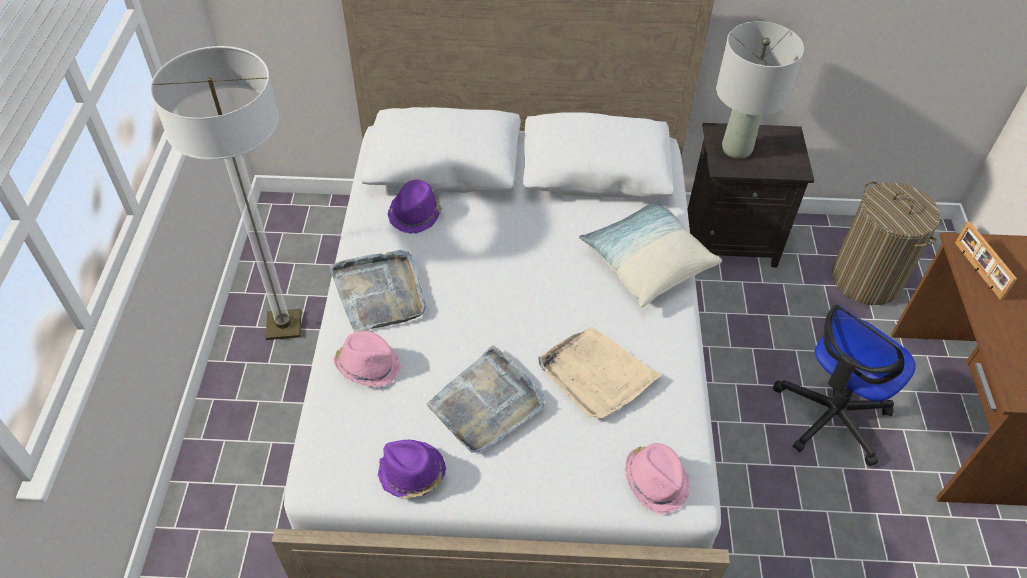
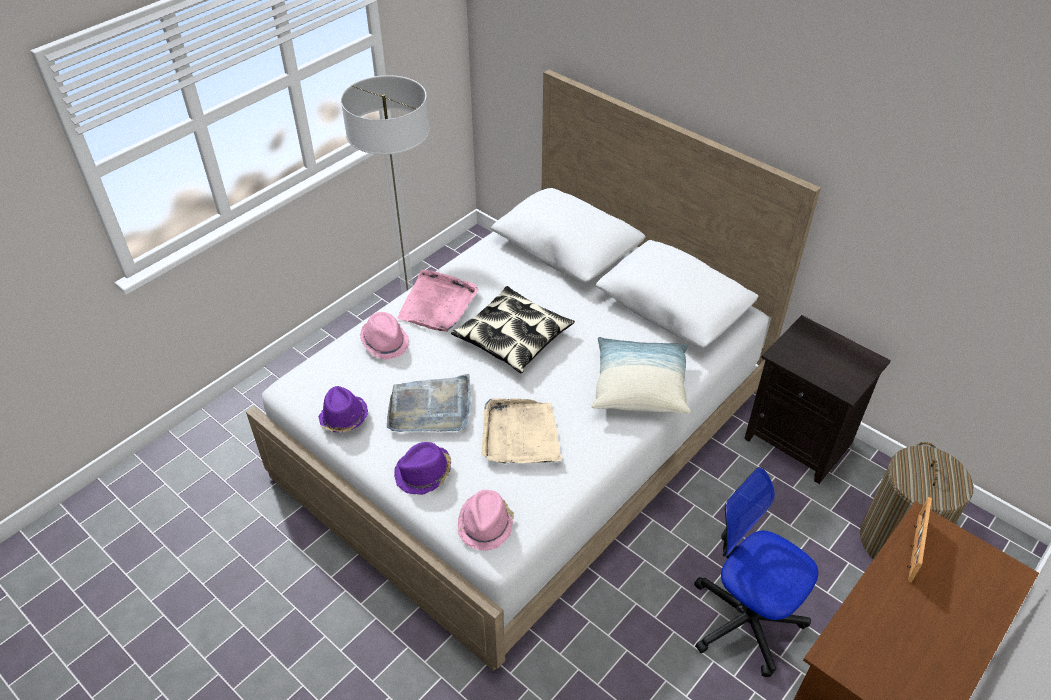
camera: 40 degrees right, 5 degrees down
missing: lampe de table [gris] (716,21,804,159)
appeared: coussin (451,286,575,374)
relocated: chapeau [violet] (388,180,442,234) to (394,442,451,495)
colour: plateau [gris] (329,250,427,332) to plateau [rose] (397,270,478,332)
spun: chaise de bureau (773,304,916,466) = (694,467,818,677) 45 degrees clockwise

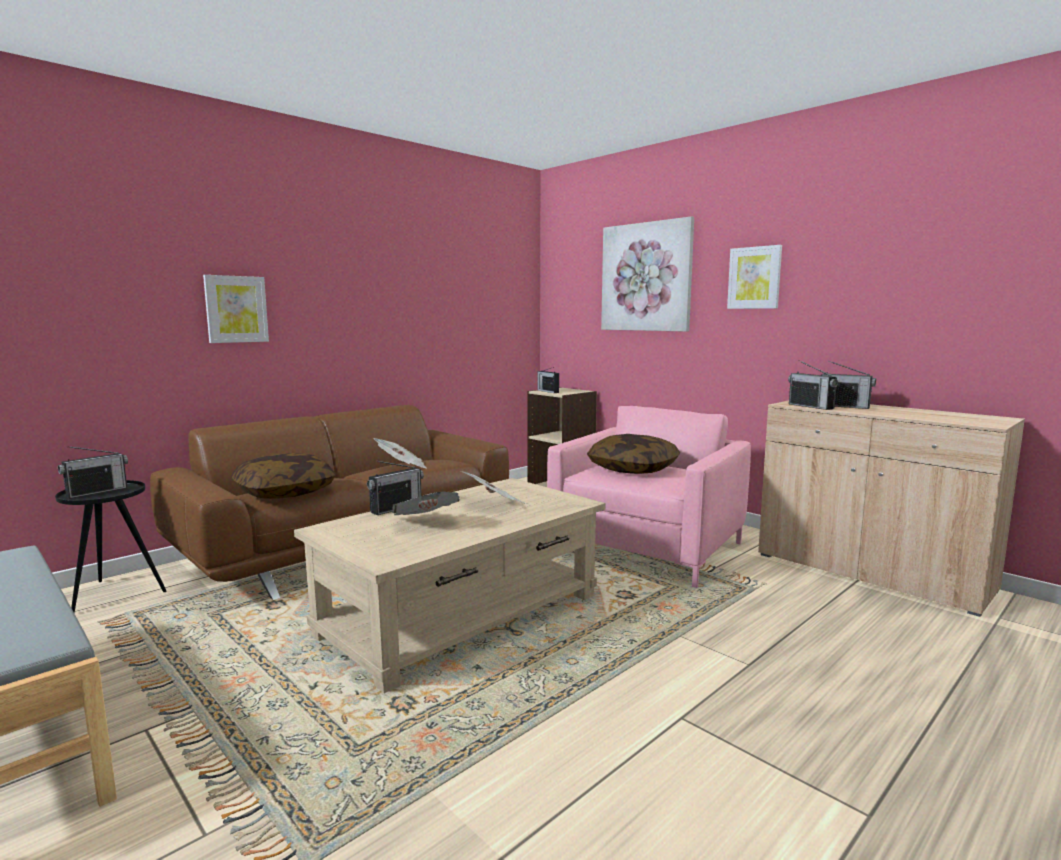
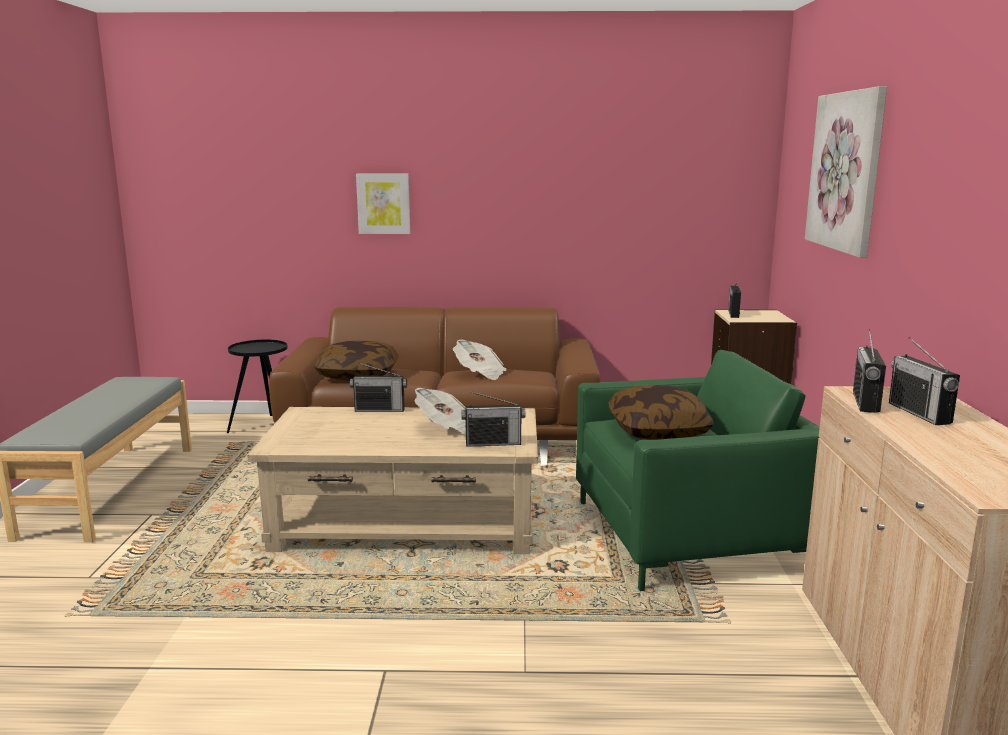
camera: 45 degrees right, 5 degrees up
missing: journal (392,492,460,515); tableau (727,245,782,309)
relocated: radio (58,446,128,499) to (461,391,525,447)
colour: fauteuil [rose] (547,406,751,588) to fauteuil [vert] (576,350,820,591)

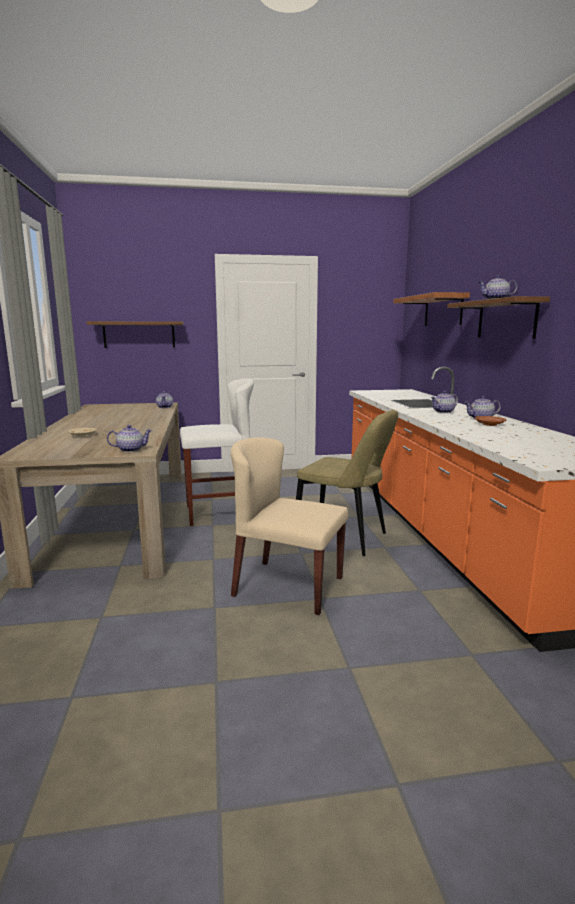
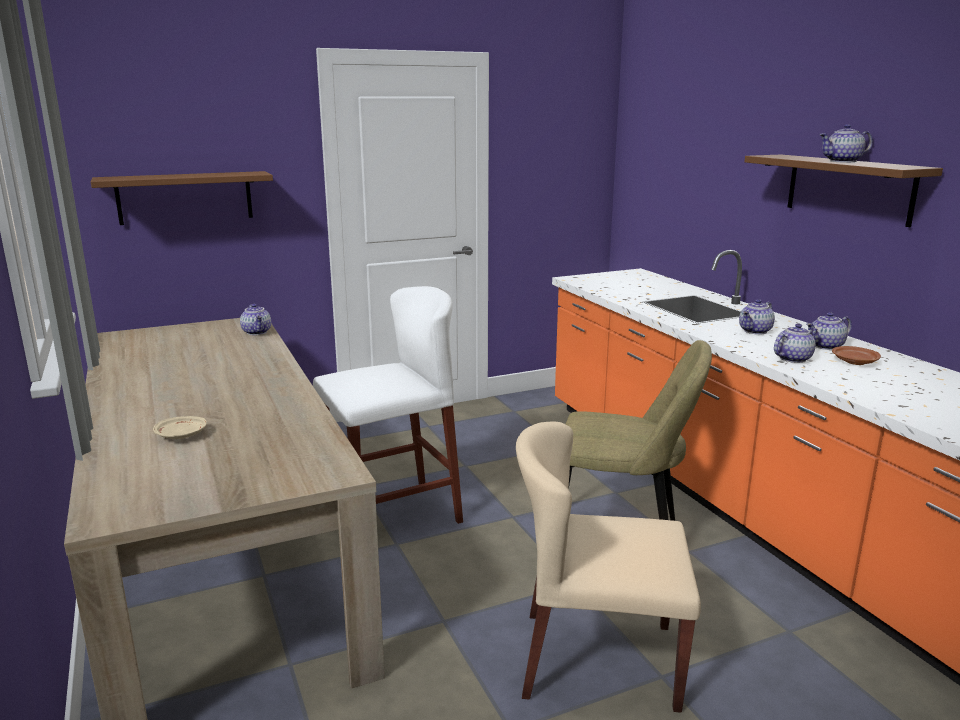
camera: 15 degrees left, 5 degrees up
missing: étagère (393,292,470,326)
relocated: théière (107,425,152,452) to (774,323,817,363)

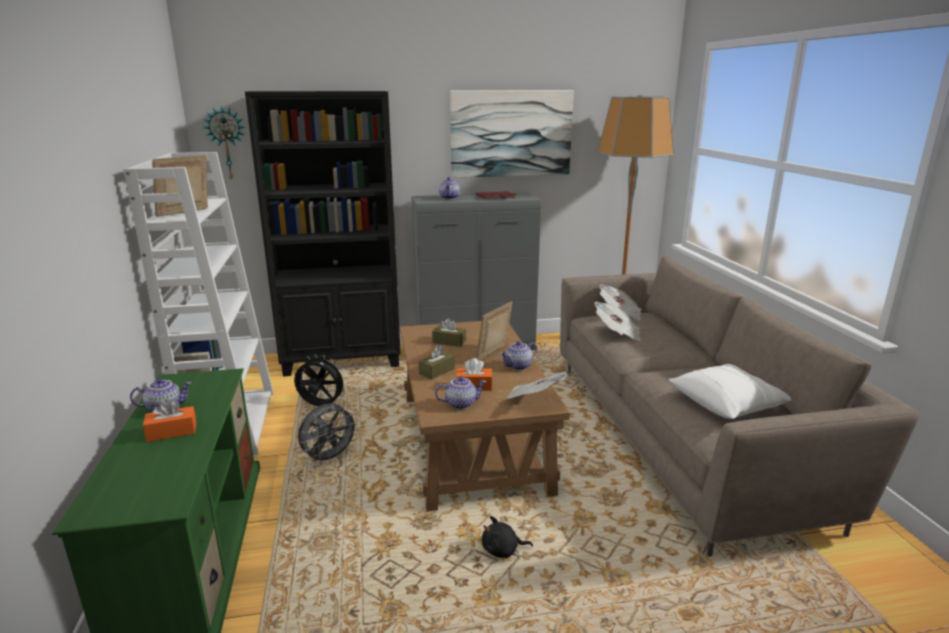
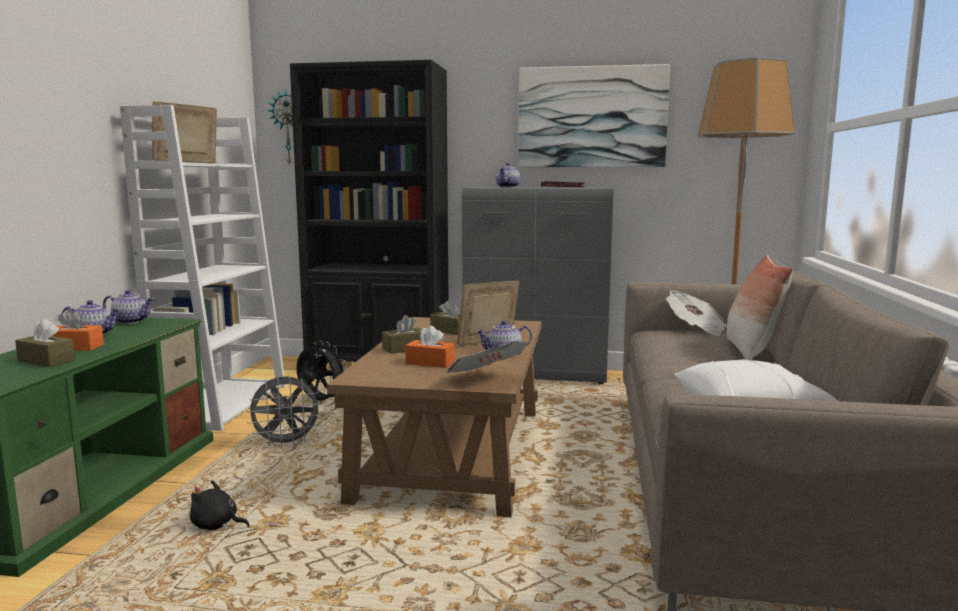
camera: 20 degrees right, 10 degrees down
missing: journal (594,302,641,341)
appeared: boîte à mouchoirs [marron] (15,318,75,367); coussin (727,255,793,360)
relocated: théière (435,376,486,409) to (103,290,154,324); peluche [noir] (482,516,533,558) to (190,480,250,530)

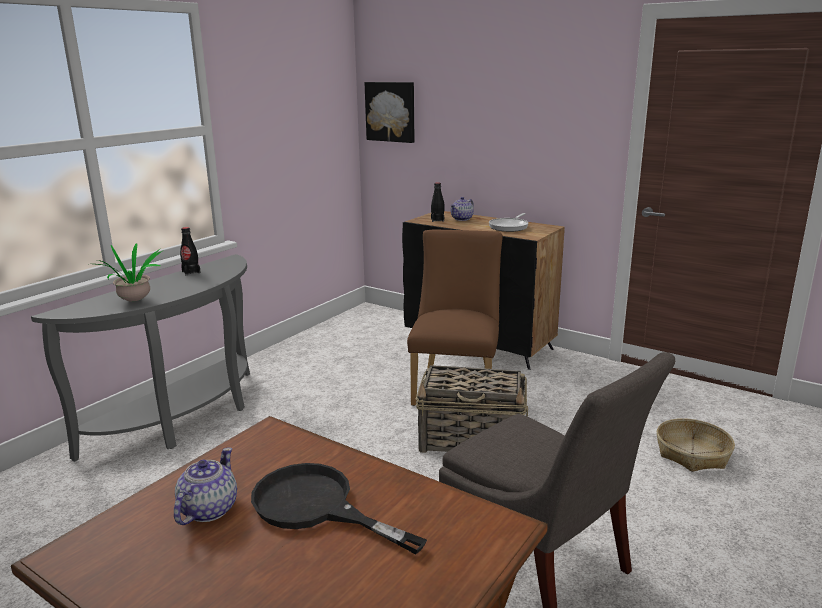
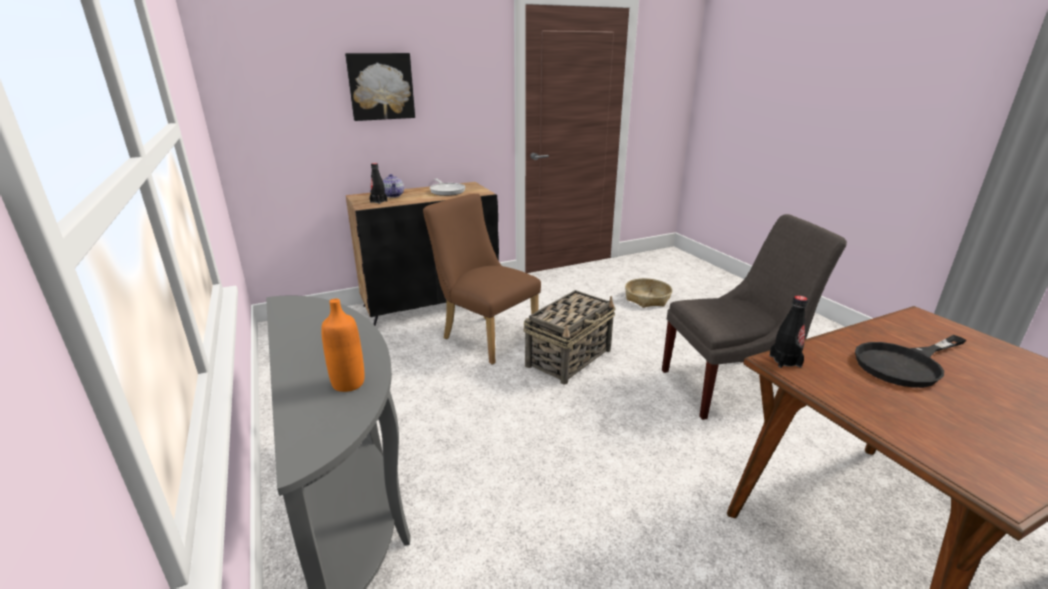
camera: 60 degrees left, 5 degrees up
missing: théière (174,447,237,525)
relocated: tableau (365,82,415,143) to (345,53,415,121); bouteille [noir] (180,227,201,275) to (769,295,808,368)
exchanged: plante en pot (97,243,162,302) to bouteille [orange] (321,299,365,392)

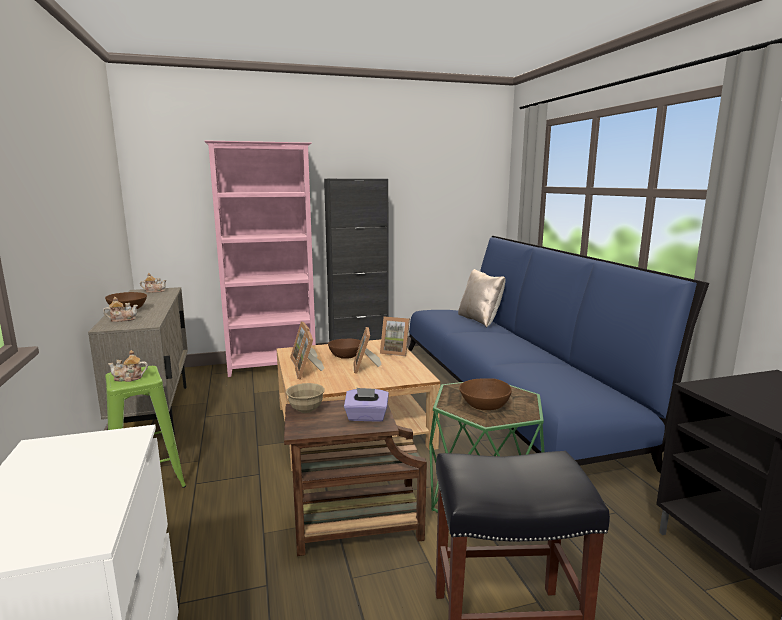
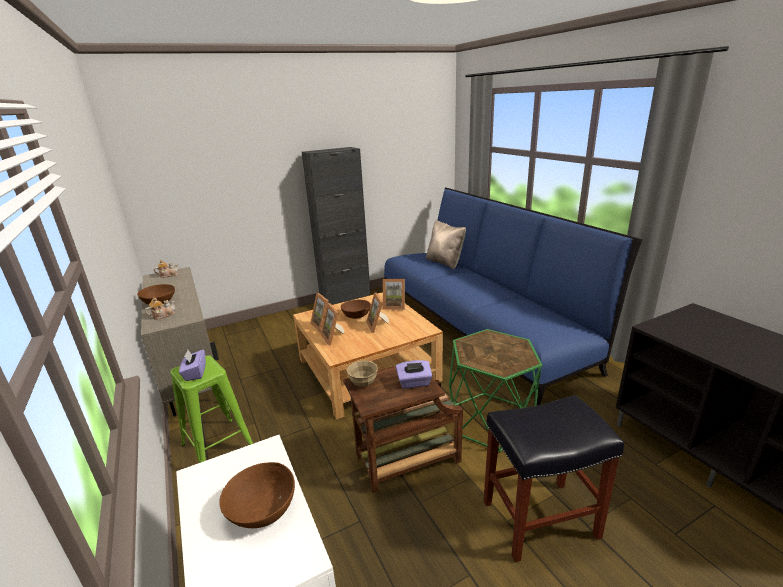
camera: 10 degrees left, 10 degrees up
missing: bibliothèque [rose] (204,140,316,377)
relocated: bol [marron] (459,378,512,410) to (219,462,295,528)
exchanged: théière (108,350,148,382) to boîte à mouchoirs [violet] (179,350,206,381)

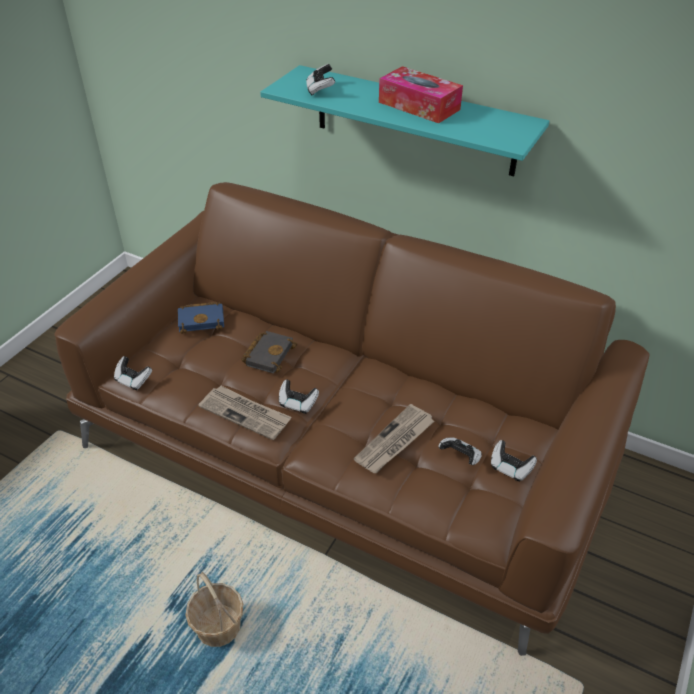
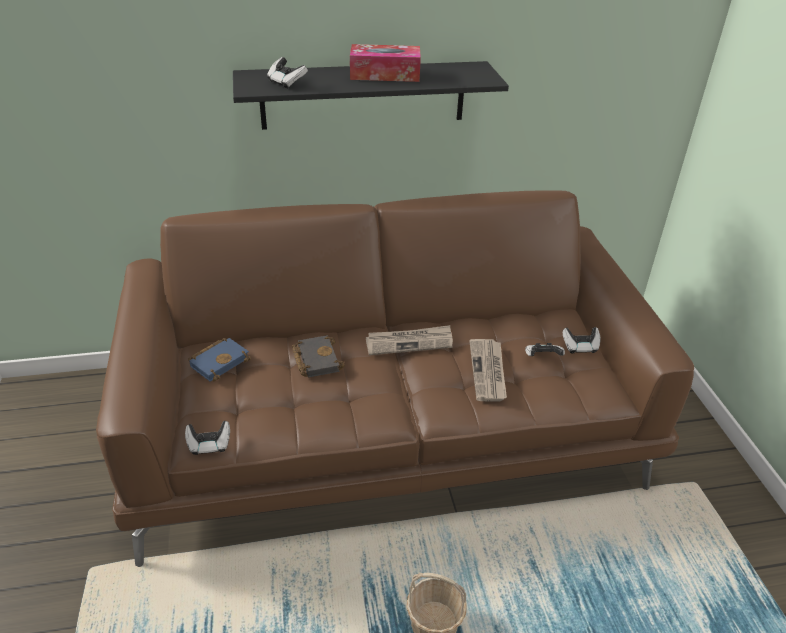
camera: 40 degrees left, 5 degrees down
missing: manette (279,380,319,414)
relocated: journal (198,386,291,440) to (366,325,453,355)
colour: étagère [turquoise] (260,65,549,176) to étagère [noir] (233,61,509,130)

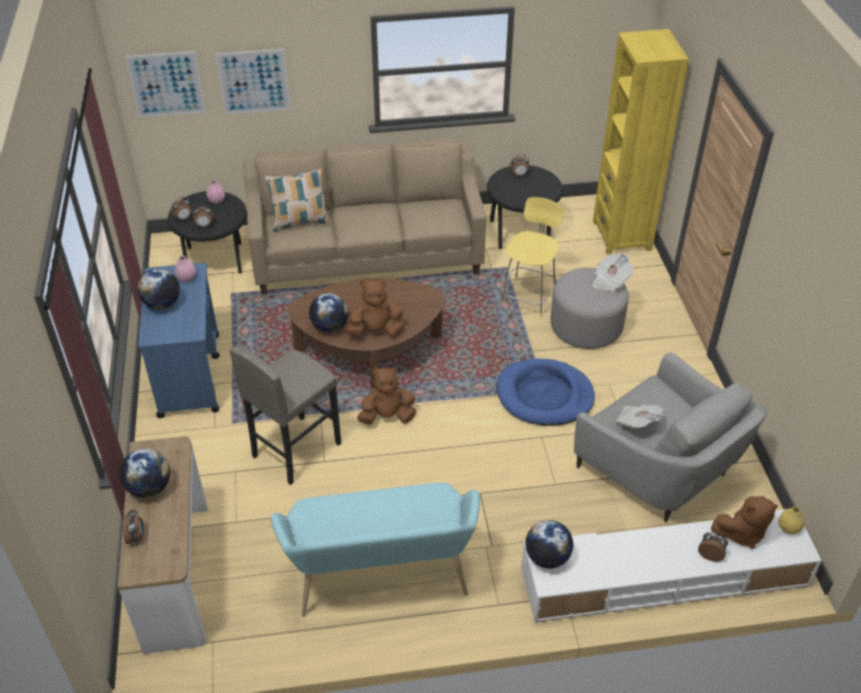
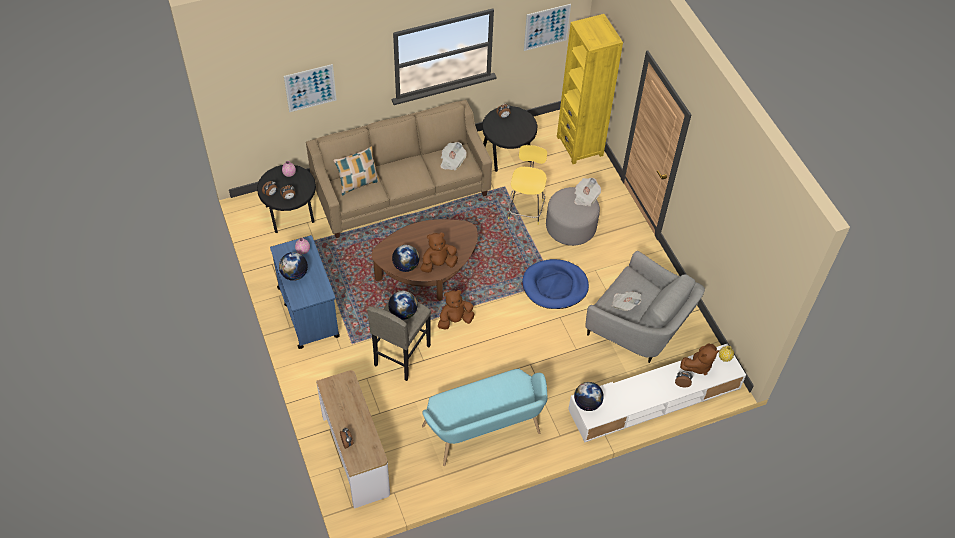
camera: 15 degrees left, 10 degrees up
appeared: journal (440,142,467,170)
relocated: globe (119,448,170,498) to (388,291,418,320); tableau (125,51,206,117) to (524,4,571,51)

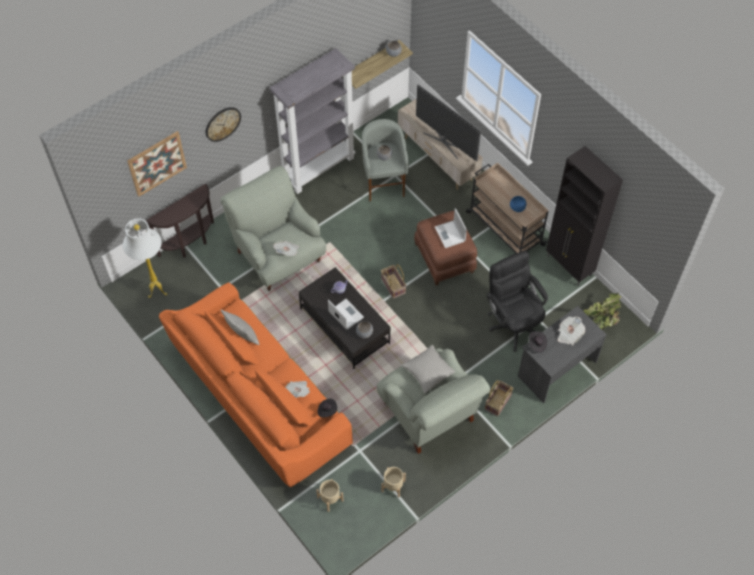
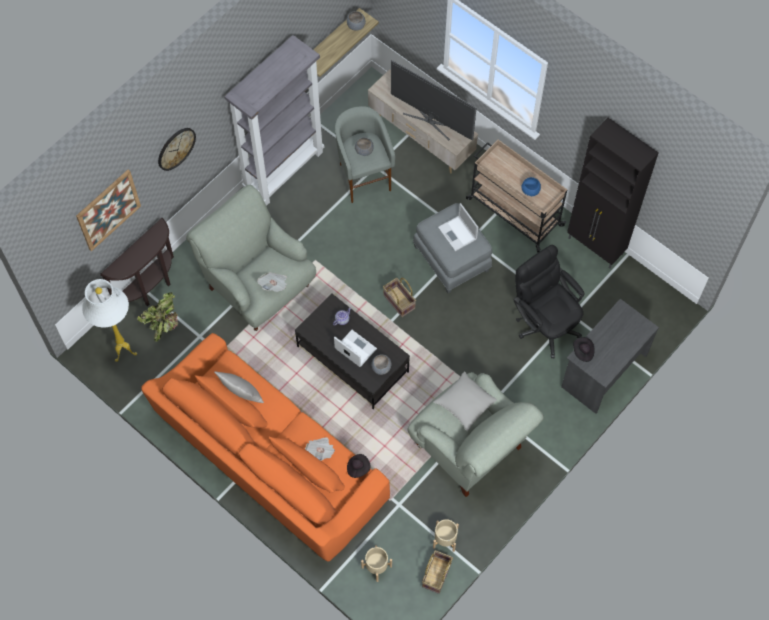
camera: 10 degrees left, 5 degrees up
missing: journal (558,316,585,345)
relocated: plante en pot (583,293,621,330) to (137,292,179,342); panier (485,380,514,417) to (422,550,453,594)
colour: pouf [marron] (414,211,477,285) to pouf [gris] (413,203,492,293)

